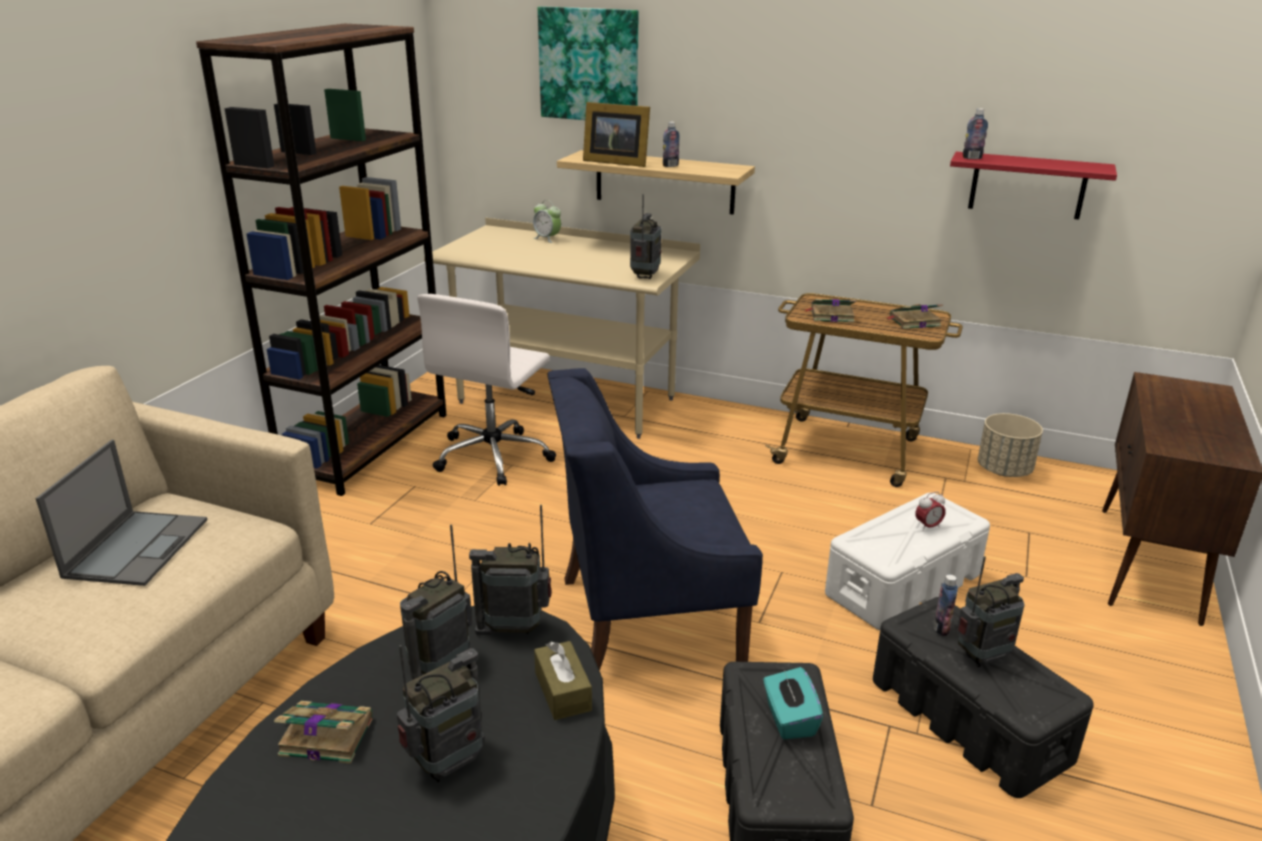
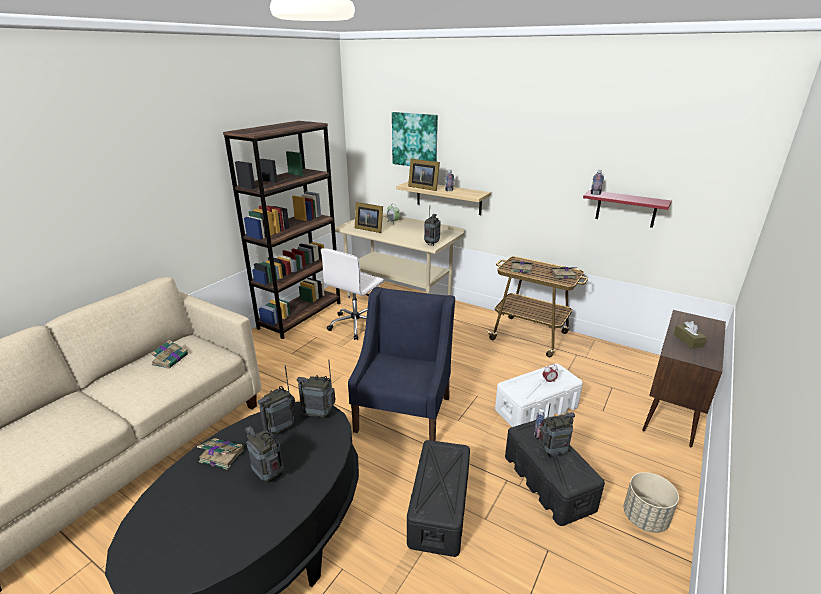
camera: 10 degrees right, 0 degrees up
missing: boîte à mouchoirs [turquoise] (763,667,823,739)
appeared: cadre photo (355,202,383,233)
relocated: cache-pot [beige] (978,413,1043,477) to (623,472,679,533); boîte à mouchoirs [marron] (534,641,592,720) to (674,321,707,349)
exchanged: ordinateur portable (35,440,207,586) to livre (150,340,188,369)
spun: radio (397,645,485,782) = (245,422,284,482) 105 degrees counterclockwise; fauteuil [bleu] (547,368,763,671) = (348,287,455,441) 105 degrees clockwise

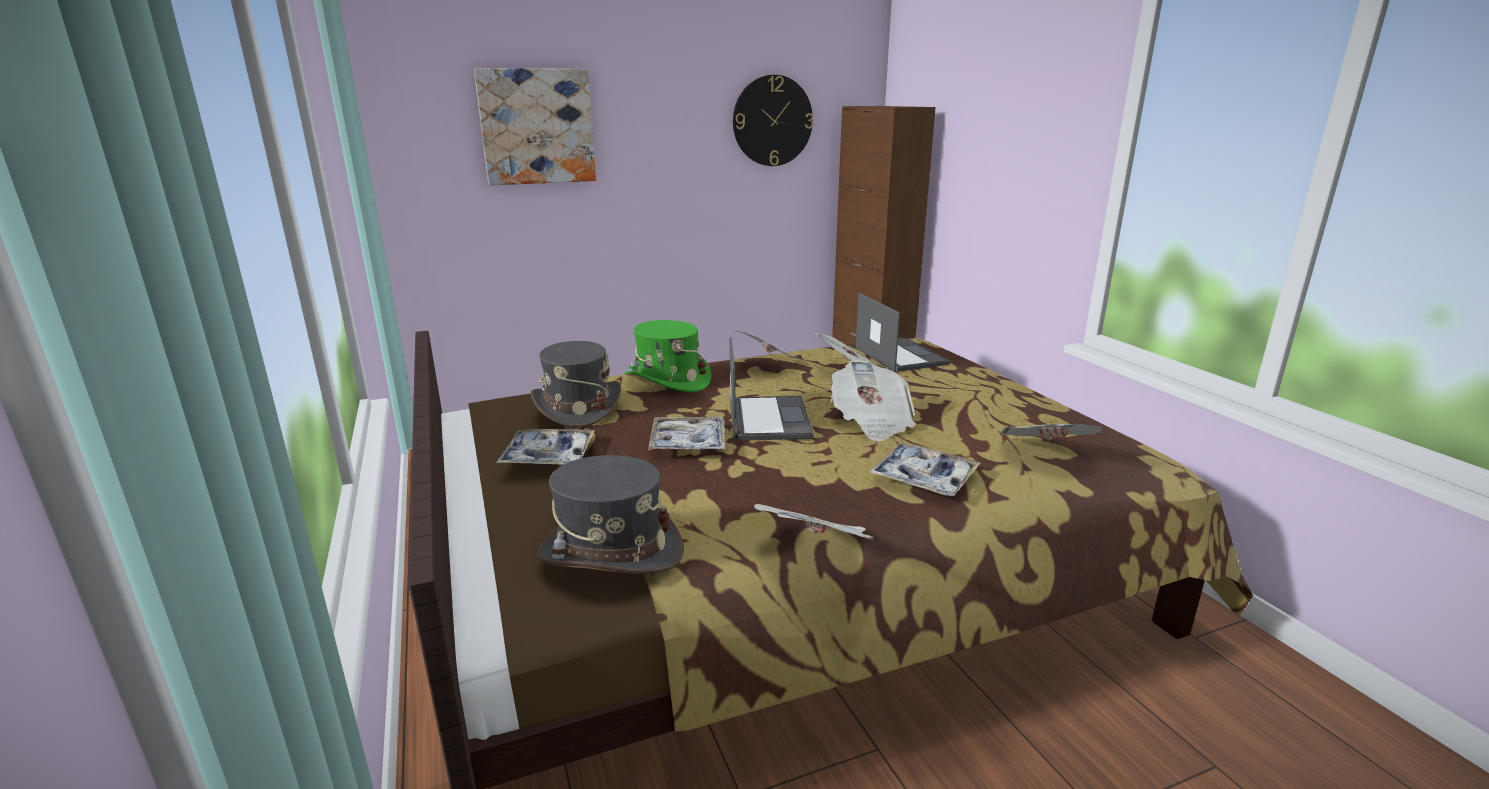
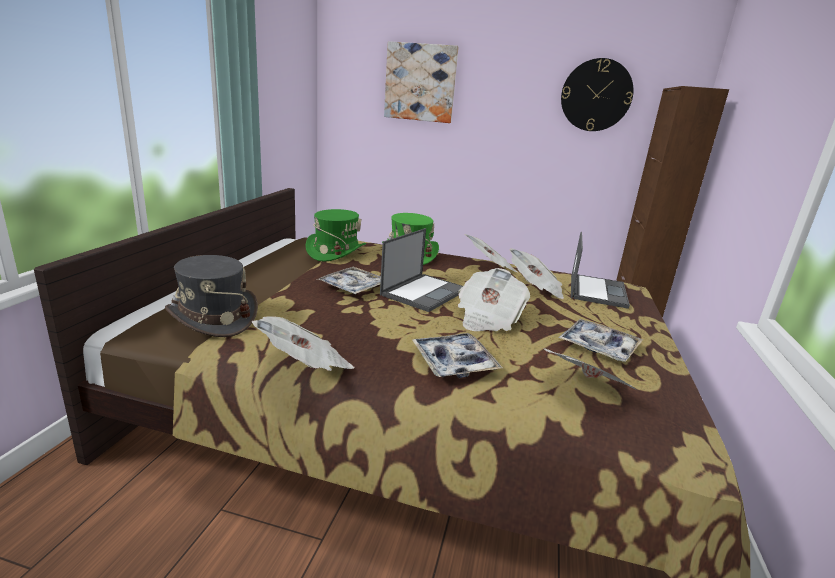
camera: 35 degrees right, 0 degrees up
relocated: plateau (496,429,595,465) to (558,319,643,362)
colour: chapeau [gris] (530,341,621,427) to chapeau [vert] (306,209,366,262)

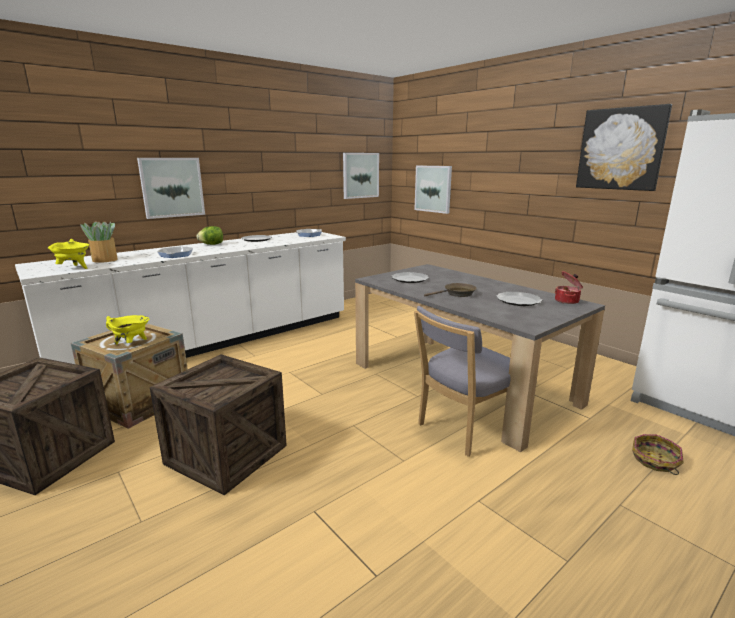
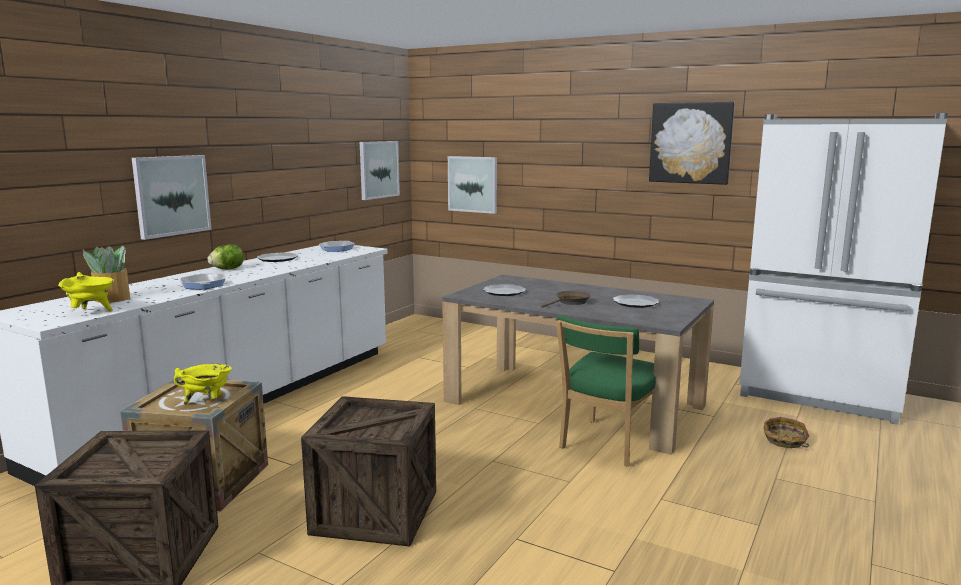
camera: 20 degrees left, 5 degrees down
missing: marmite (555,271,583,304)
colour: chaise [gris] (414,306,510,456) to chaise [vert] (556,315,656,467)

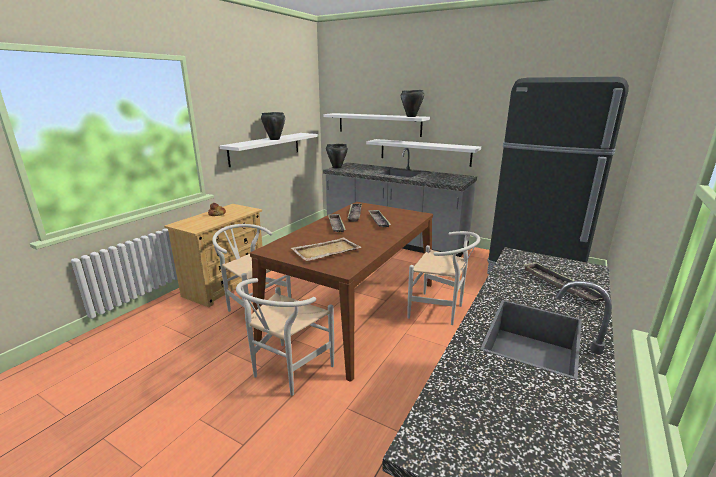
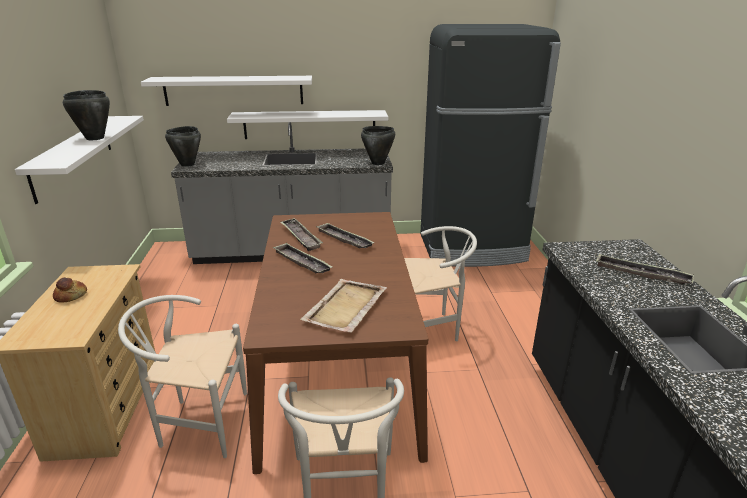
camera: 35 degrees left, 5 degrees up
relocated: marmite [noir] (401,90,424,117) to (361,126,395,165)

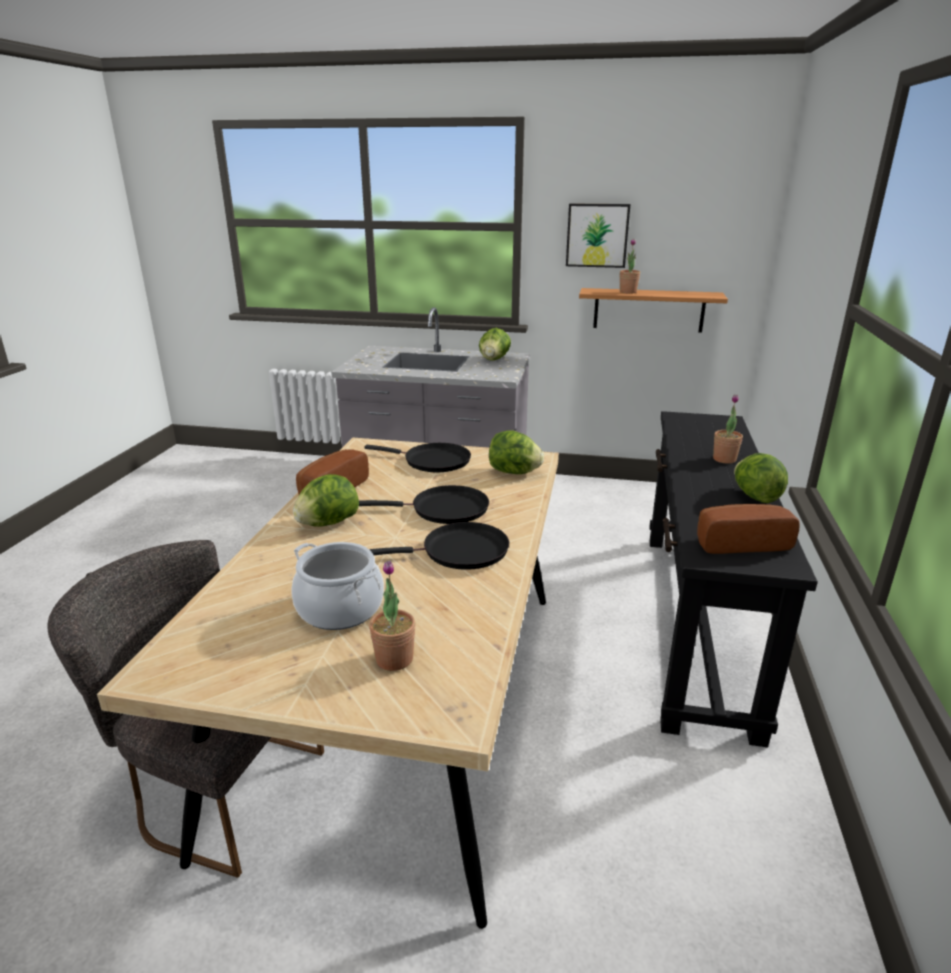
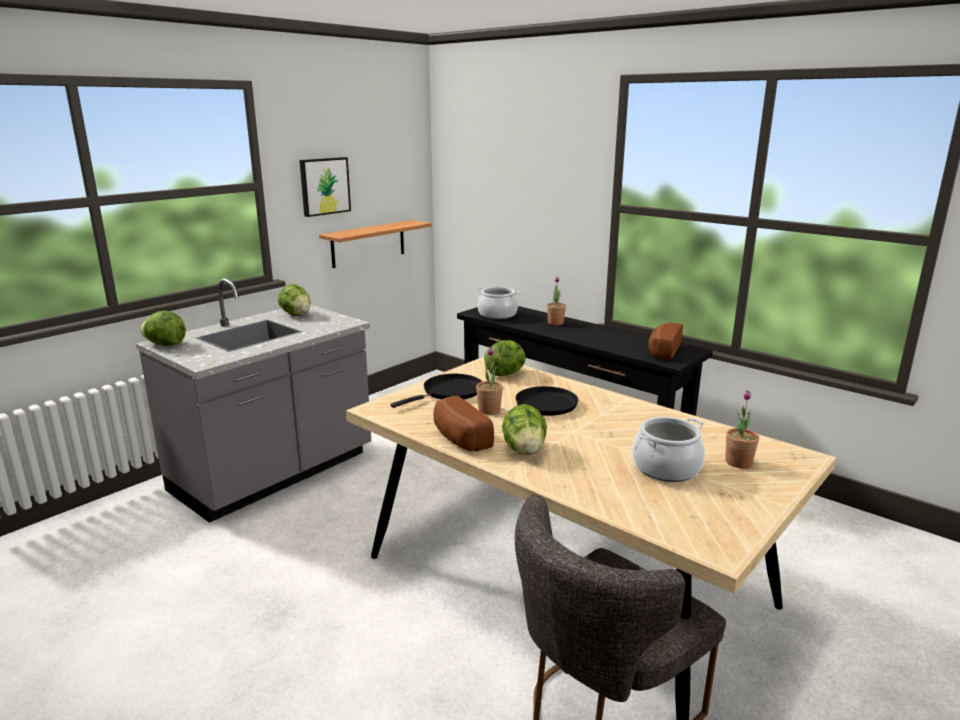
camera: 60 degrees left, 5 degrees down
missing: poêle [noir] (369,522,509,570)
appeared: marmite (476,287,519,320)
relocated: laitue (734,453,788,503) to (140,311,186,346); plante en pot (620,239,640,294) to (476,348,503,415)

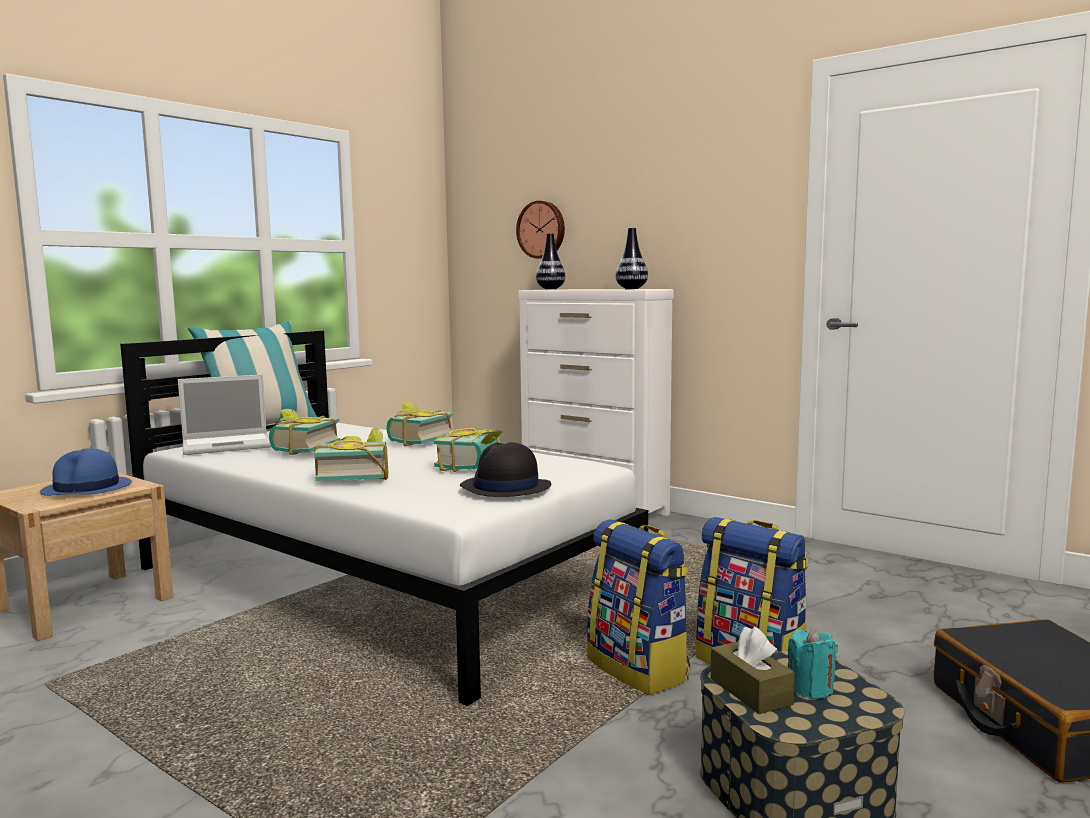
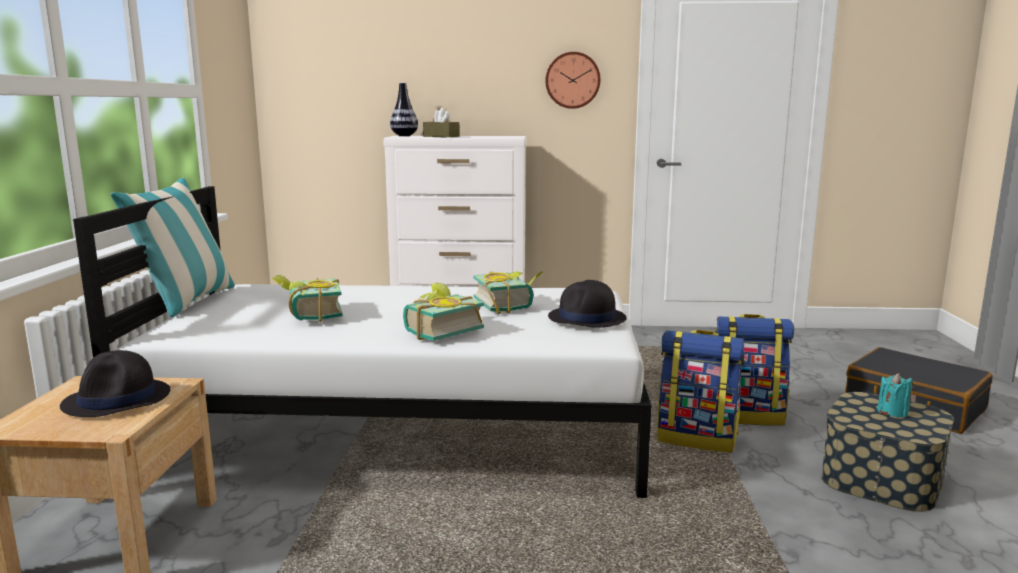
camera: 35 degrees left, 5 degrees up
missing: ordinateur portable (178,374,271,455); livre (386,402,454,446); vase (616,228,648,289)
relocated: boîte à mouchoirs [marron] (711,627,795,714) to (423,108,459,137); horloge murale (516,201,565,259) to (545,52,601,109)
colour: chapeau [bleu] (40,448,132,496) to chapeau [noir] (60,350,170,417)

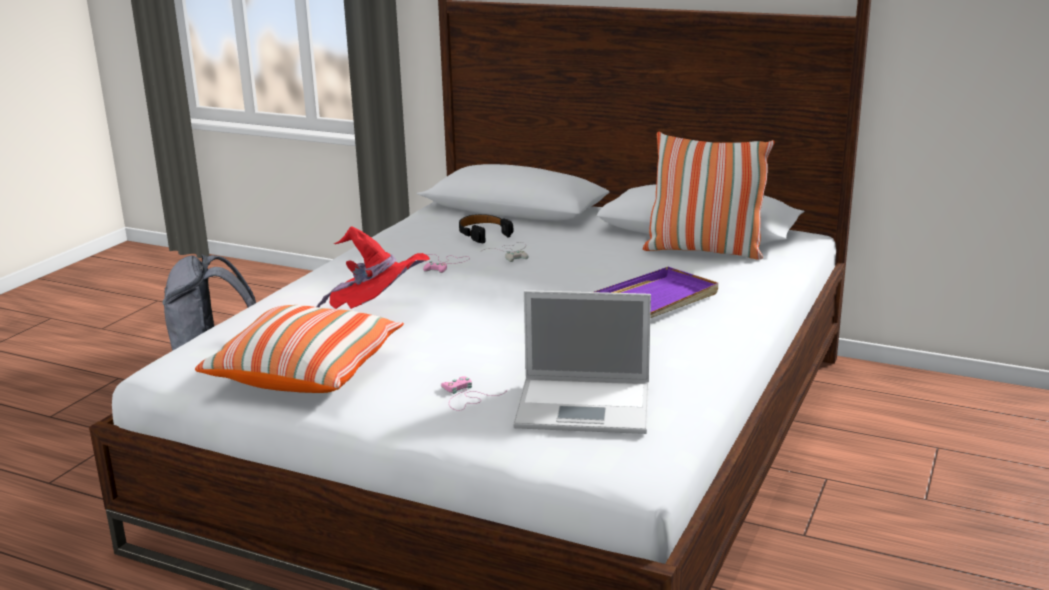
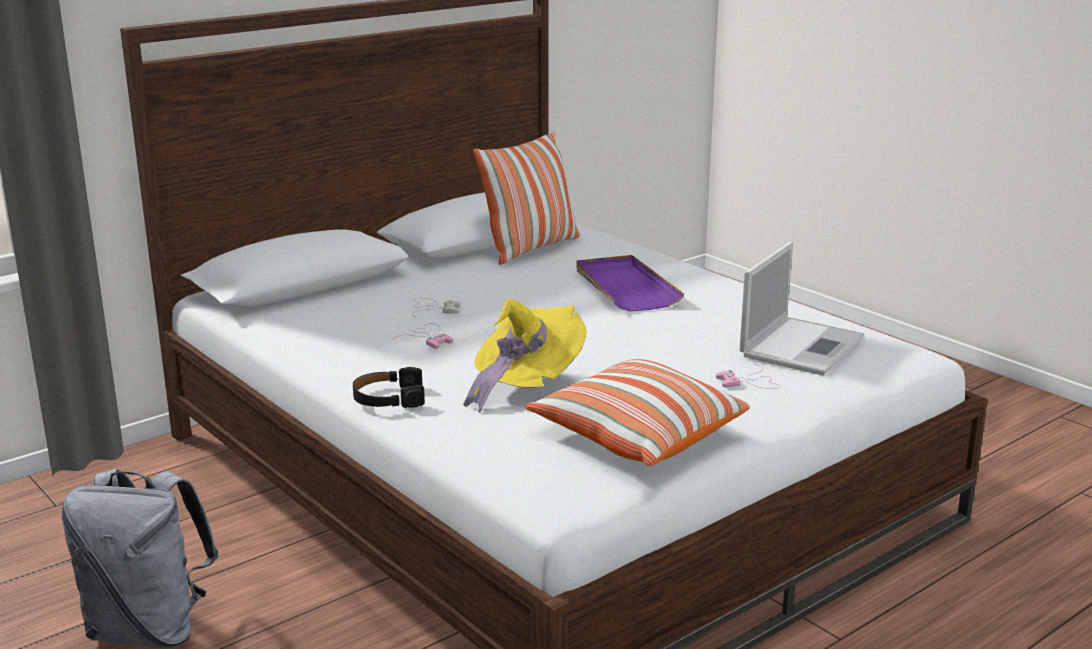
camera: 65 degrees left, 0 degrees up
relocated: casque audio [noir] (459,214,513,243) to (353,367,425,408)
colour: chapeau [rouge] (316,227,430,309) to chapeau [jaune] (463,298,587,413)

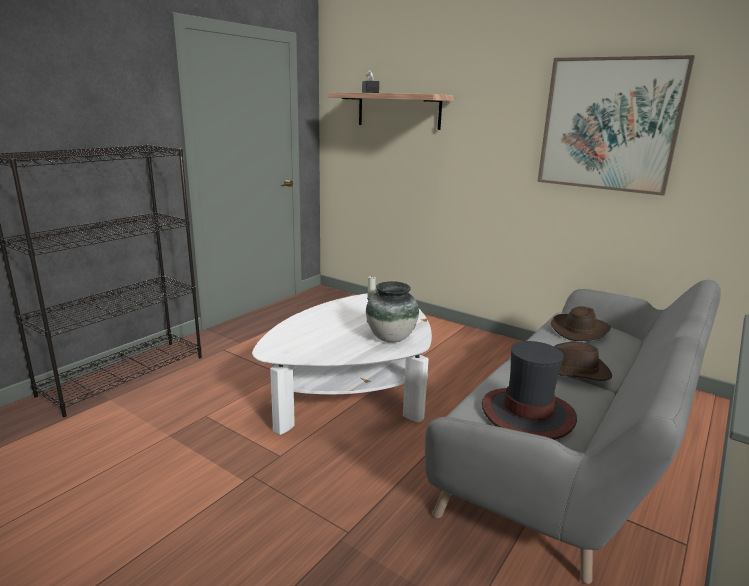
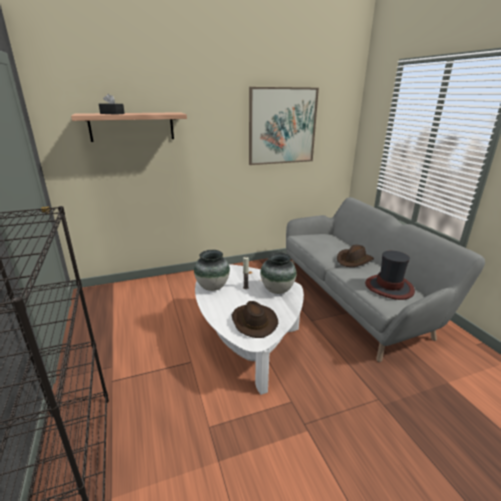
camera: 55 degrees left, 5 degrees up
appeared: vase (194,250,230,291)
relocated: chapeau [marron] (551,306,611,341) to (232,301,278,338)

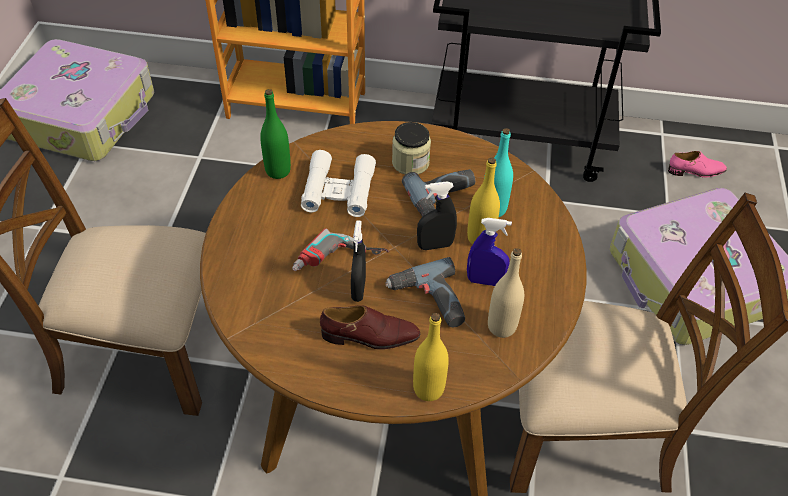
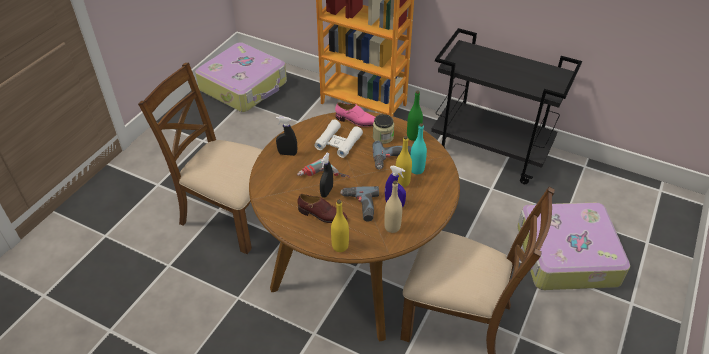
camera: 20 degrees right, 5 degrees down
relocated: vaporisateur [noir] (417,181,457,250) to (276,117,297,156); chaussure [rose] (668,151,727,178) to (335,102,375,127); bouteille [vert] (260,89,291,179) to (407,91,423,141)

